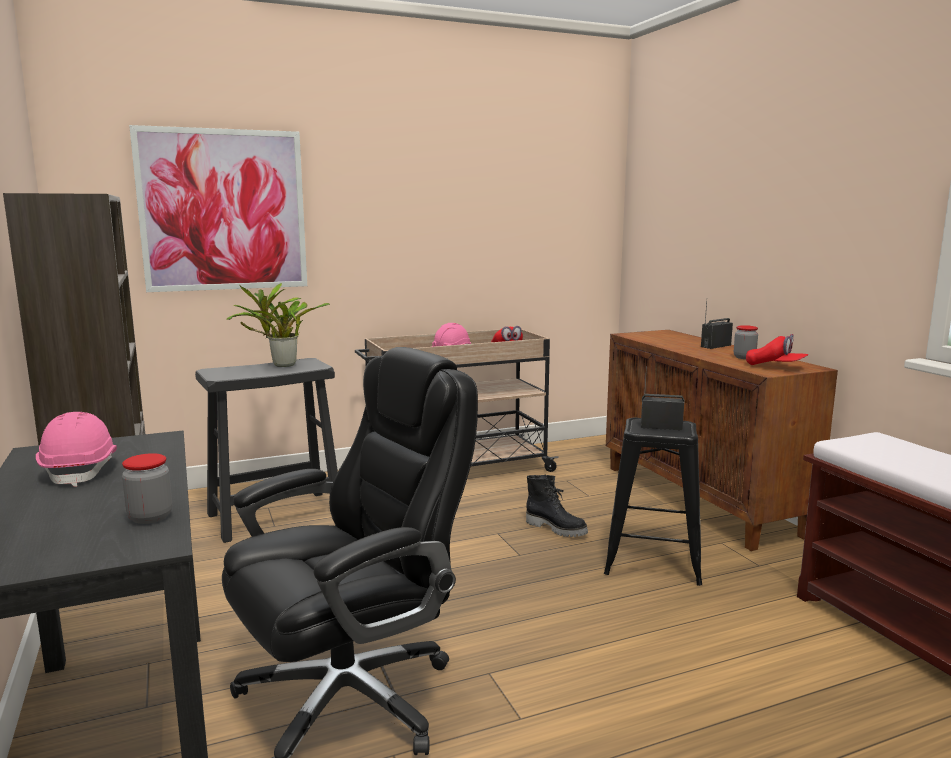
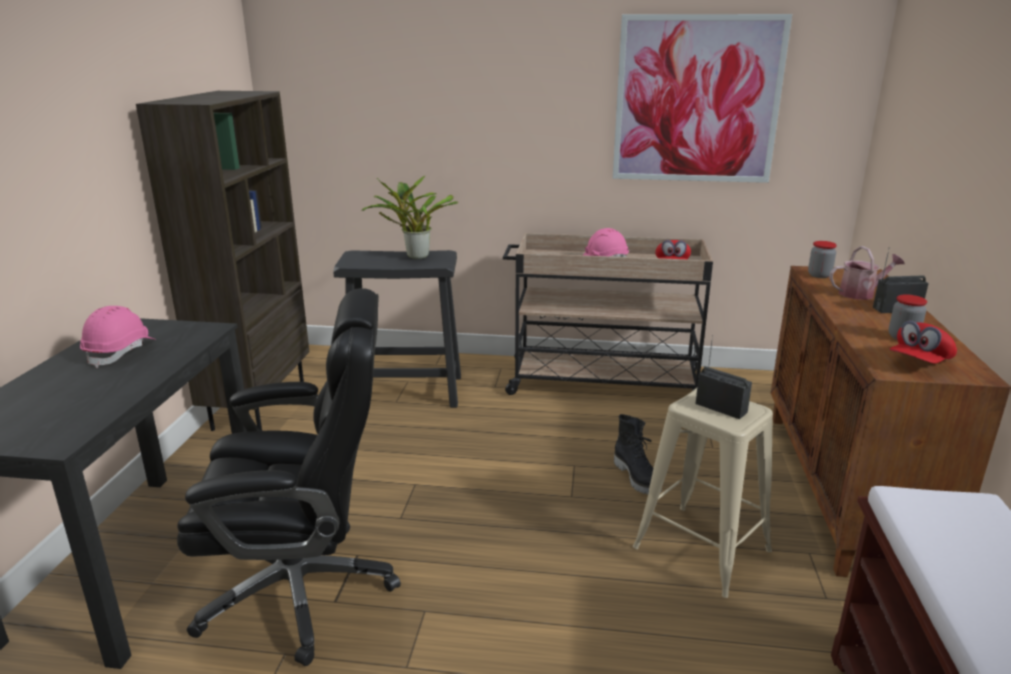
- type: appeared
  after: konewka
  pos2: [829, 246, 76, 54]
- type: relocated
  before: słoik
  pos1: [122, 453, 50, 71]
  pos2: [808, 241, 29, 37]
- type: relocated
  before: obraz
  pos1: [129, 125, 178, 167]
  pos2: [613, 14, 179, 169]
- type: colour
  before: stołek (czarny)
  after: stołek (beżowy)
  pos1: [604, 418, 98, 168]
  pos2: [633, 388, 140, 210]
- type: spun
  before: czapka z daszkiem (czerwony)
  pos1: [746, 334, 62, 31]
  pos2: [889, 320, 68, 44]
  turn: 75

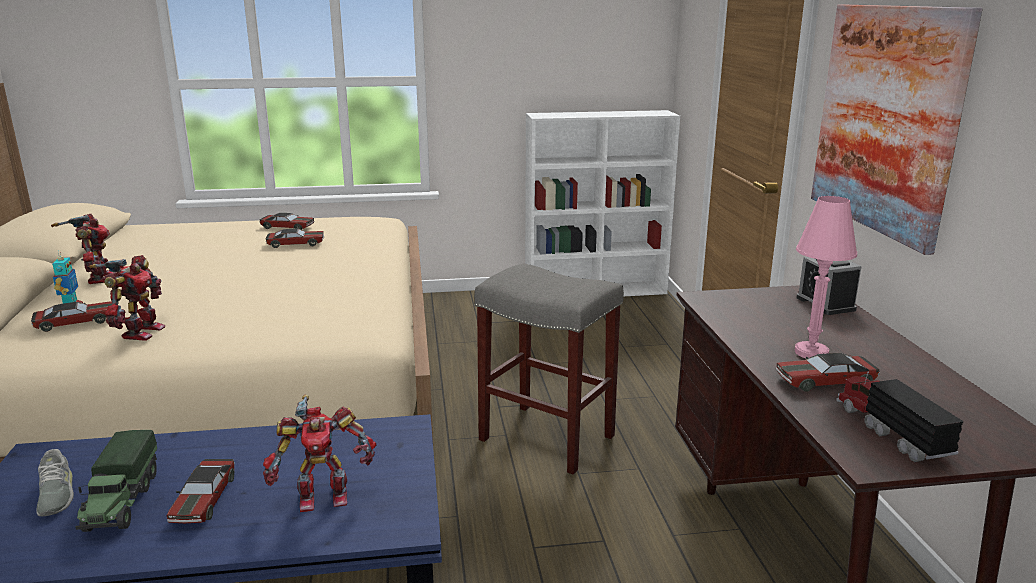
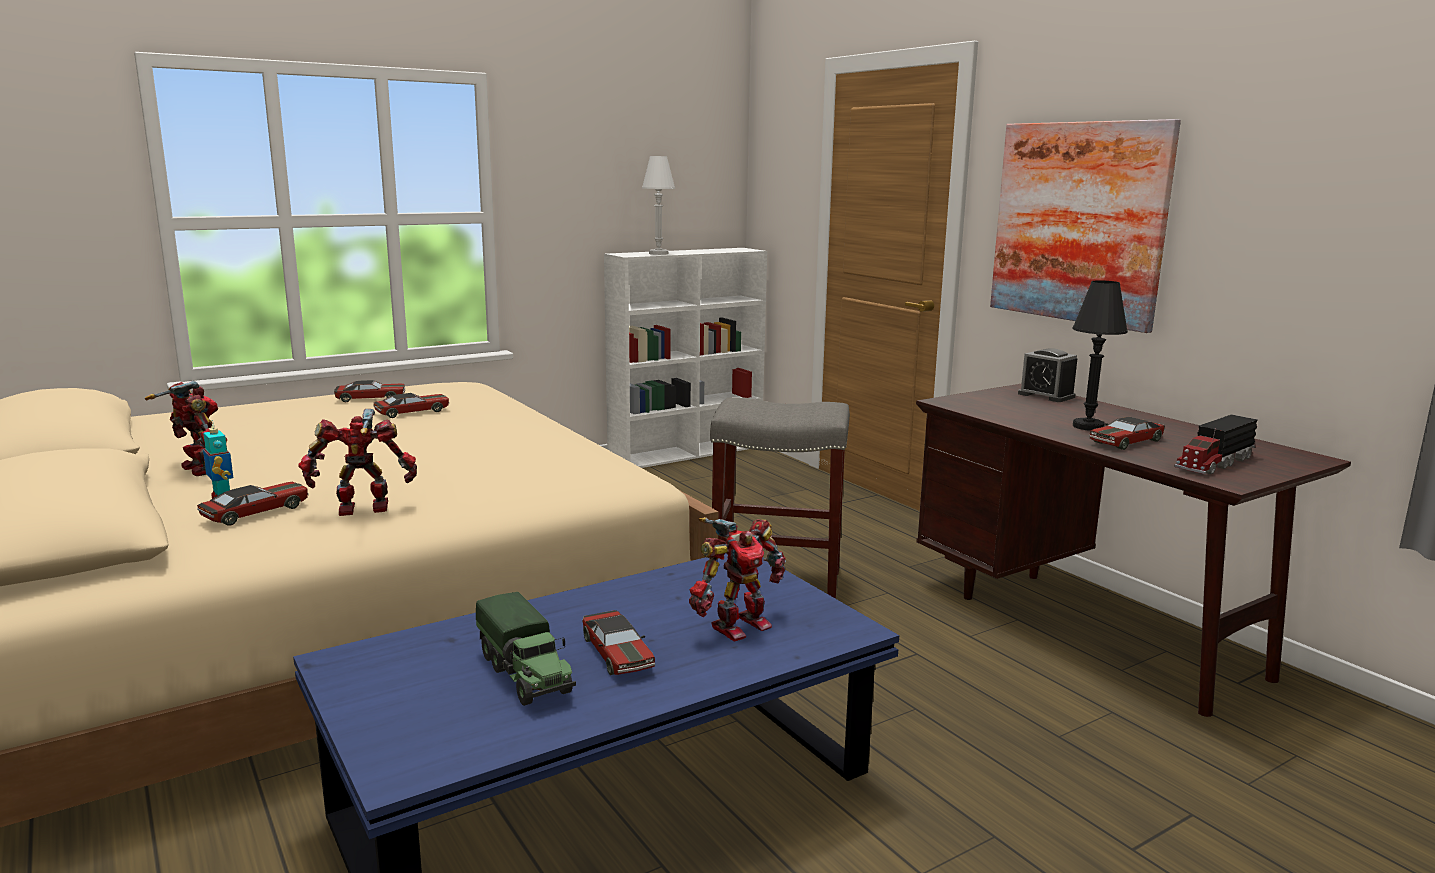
- type: missing
  before: but (szary)
  pos1: [36, 449, 38, 67]
- type: appeared
  after: lampa stołowa (biały)
  pos2: [642, 156, 33, 99]
- type: colour
  before: lampa stołowa (różowy)
  after: lampa stołowa (czarny)
  pos1: [794, 196, 63, 162]
  pos2: [1072, 280, 56, 151]
- type: spun
  before: robot zabawkowy
  pos1: [89, 255, 76, 86]
  pos2: [298, 409, 119, 107]
  turn: -90
- type: spun
  before: ciężarówka zabawkowa
  pos1: [836, 372, 128, 90]
  pos2: [1174, 414, 84, 60]
  turn: -90

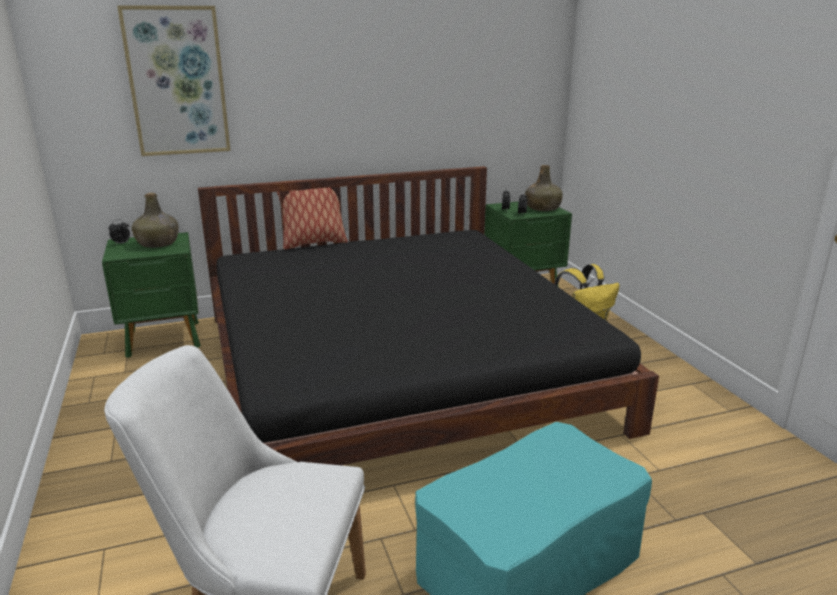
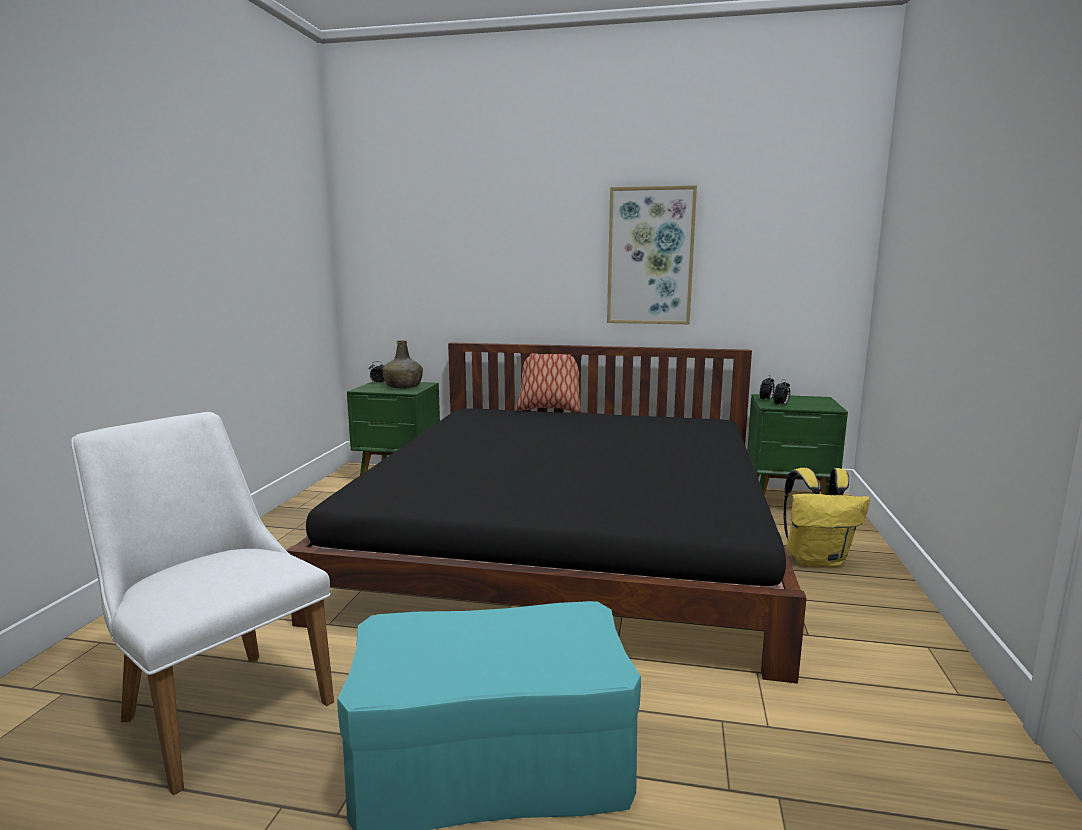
- type: missing
  before: butelka (zielony)
  pos1: [525, 165, 38, 46]
- type: relocated
  before: obraz
  pos1: [117, 5, 114, 151]
  pos2: [607, 185, 90, 139]

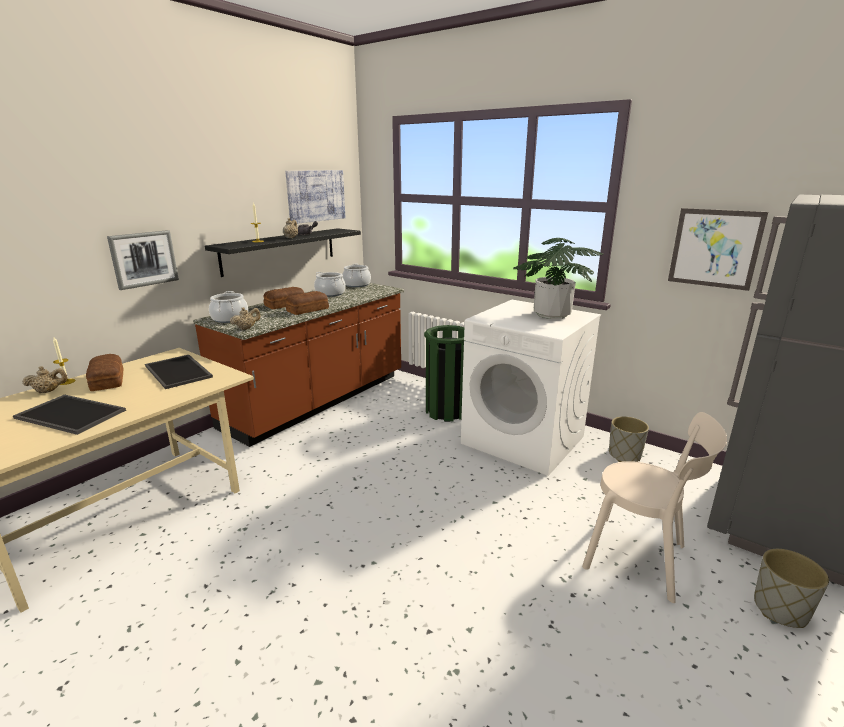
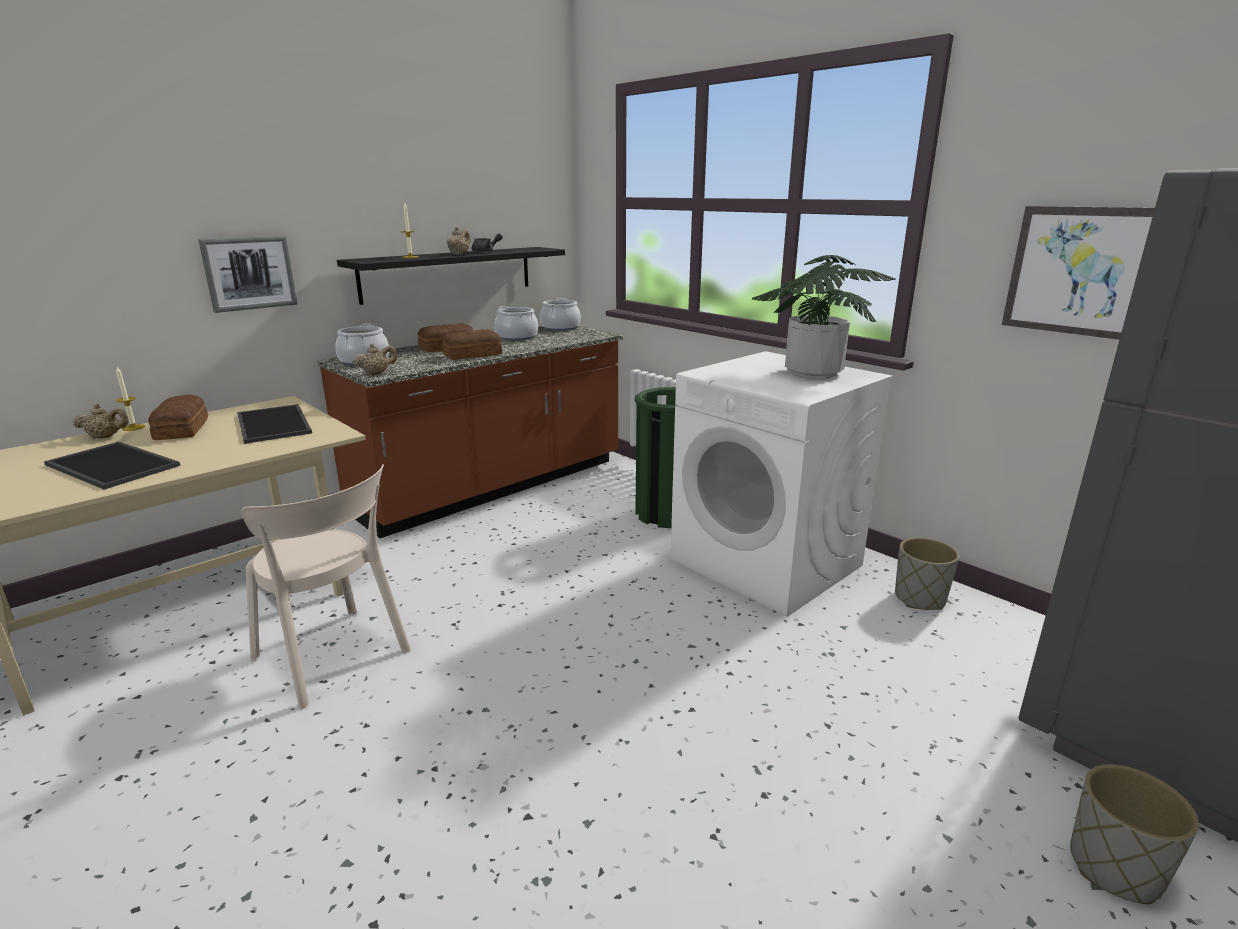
- type: missing
  before: obraz
  pos1: [285, 170, 61, 54]
- type: relocated
  before: krzesło (beżowy)
  pos1: [582, 412, 145, 191]
  pos2: [242, 464, 169, 245]

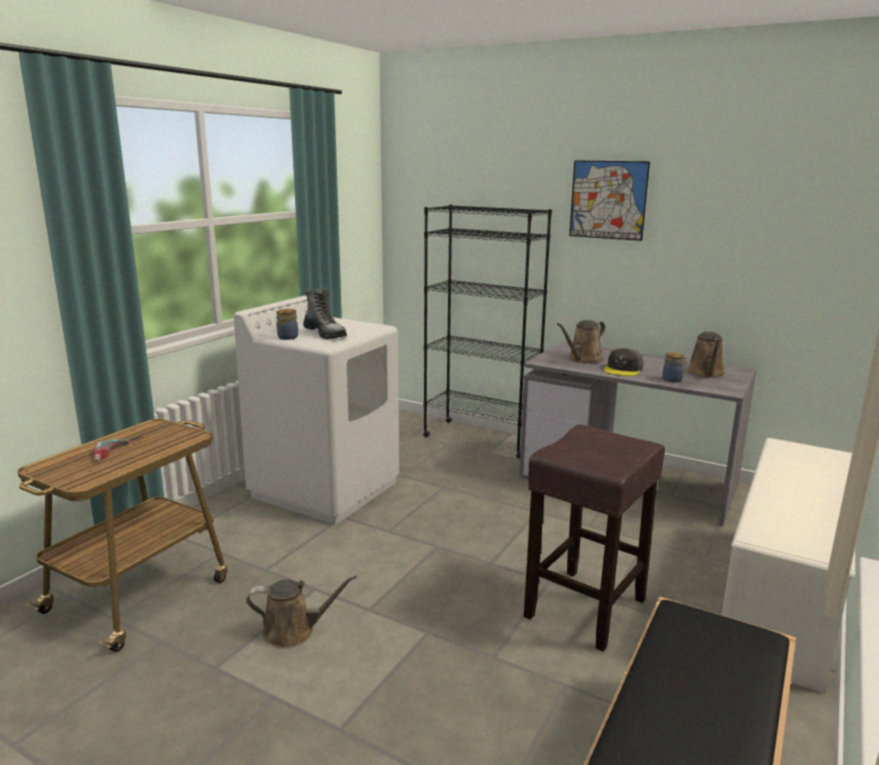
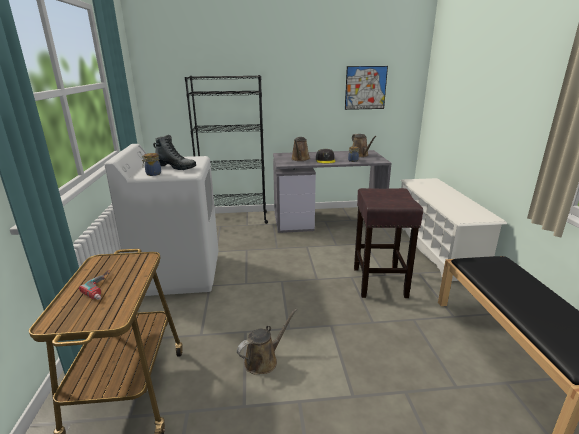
- type: relocated
  before: obraz
  pos1: [569, 160, 81, 81]
  pos2: [345, 66, 43, 44]

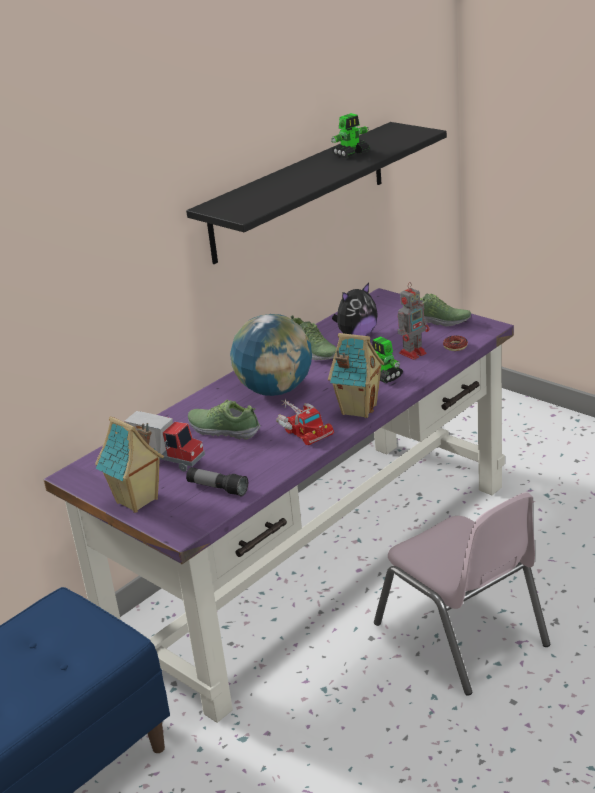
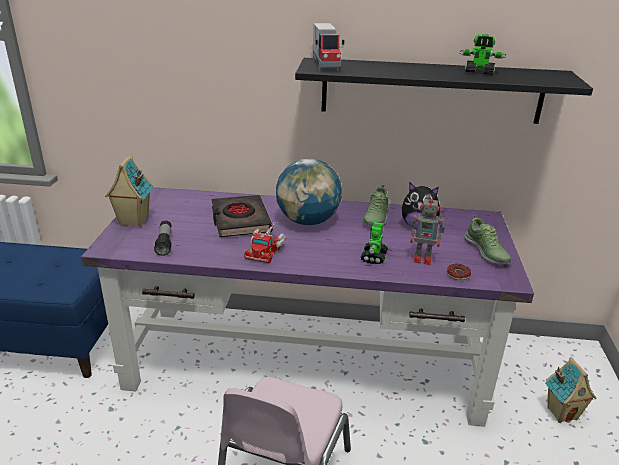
- type: relocated
  before: ciężarówka zabawkowa
  pos1: [124, 411, 81, 61]
  pos2: [313, 23, 31, 48]
- type: relocated
  before: domek
  pos1: [328, 333, 56, 85]
  pos2: [545, 357, 52, 66]
- type: exchanged
  before: but
  after: książka (czarny)
  pos1: [188, 400, 73, 40]
  pos2: [211, 195, 62, 42]

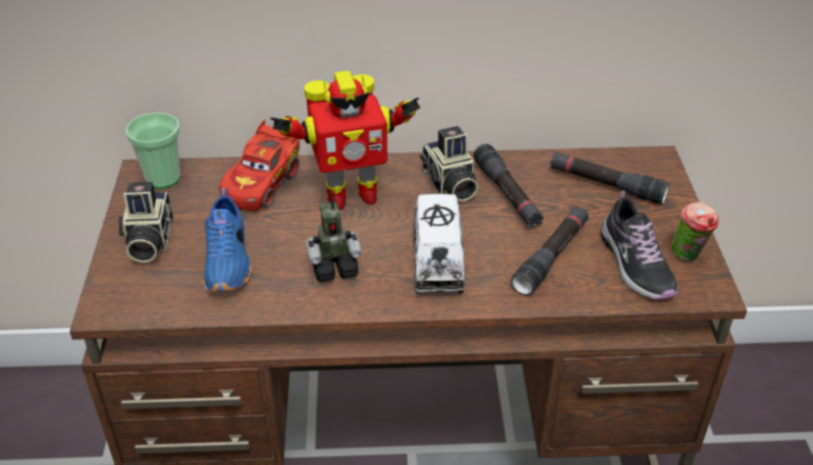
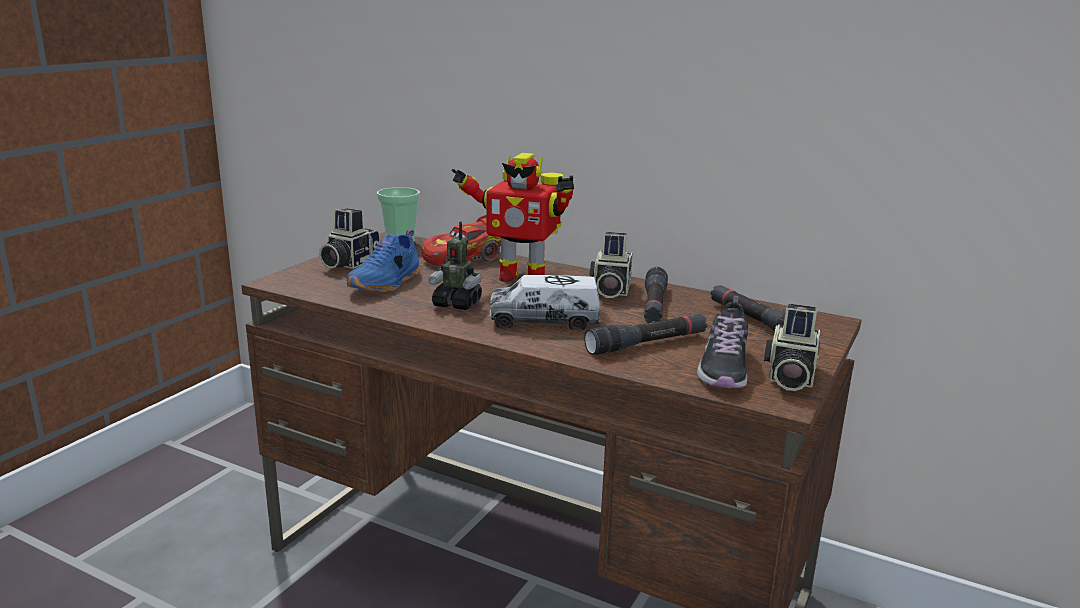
- type: exchanged
  before: filiżanka
  after: aparat fotograficzny
  pos1: [672, 202, 47, 59]
  pos2: [764, 304, 56, 87]
- type: spun
  before: ciężarówka zabawkowa
  pos1: [413, 194, 52, 100]
  pos2: [490, 275, 111, 55]
  turn: 60

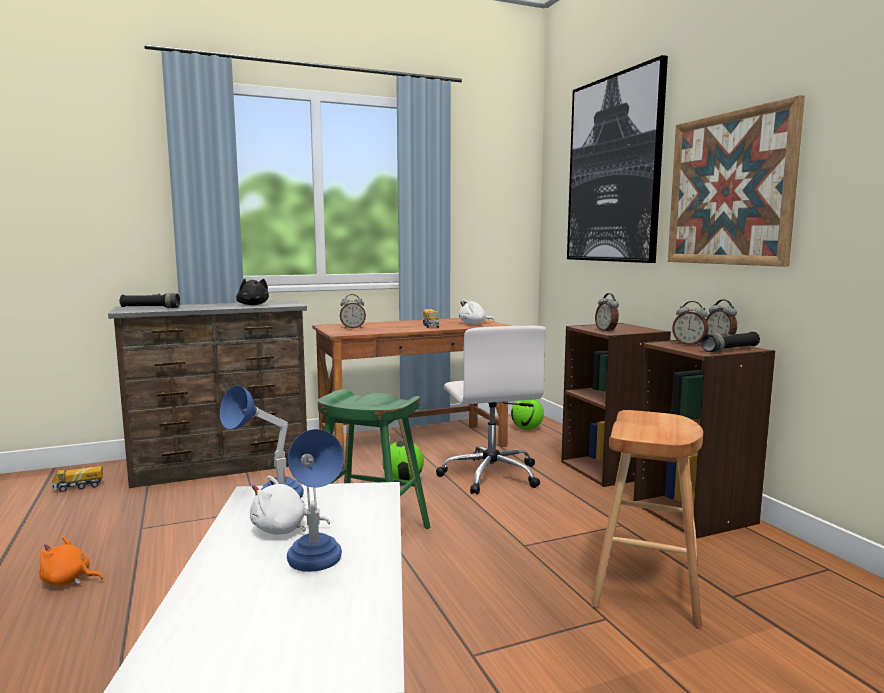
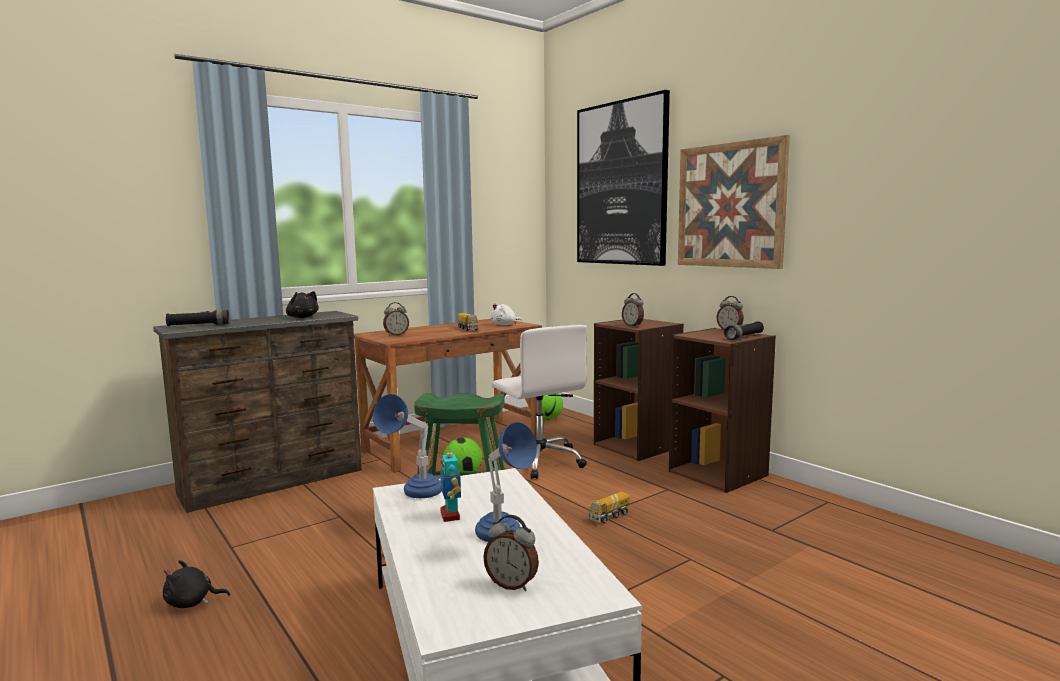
- type: missing
  before: stołek (brązowy)
  pos1: [591, 410, 112, 218]
- type: relocated
  before: ciężarówka zabawkowa
  pos1: [52, 466, 51, 26]
  pos2: [588, 492, 42, 31]
- type: relocated
  before: budzik
  pos1: [672, 301, 37, 45]
  pos2: [483, 515, 56, 76]
- type: exchanged
  before: pluszak (biały)
  after: robot zabawkowy
  pos1: [250, 476, 80, 59]
  pos2: [440, 446, 21, 76]
- type: colour
  before: pluszak (pomarańczowy)
  after: pluszak (czarny)
  pos1: [39, 537, 64, 49]
  pos2: [163, 560, 67, 48]

